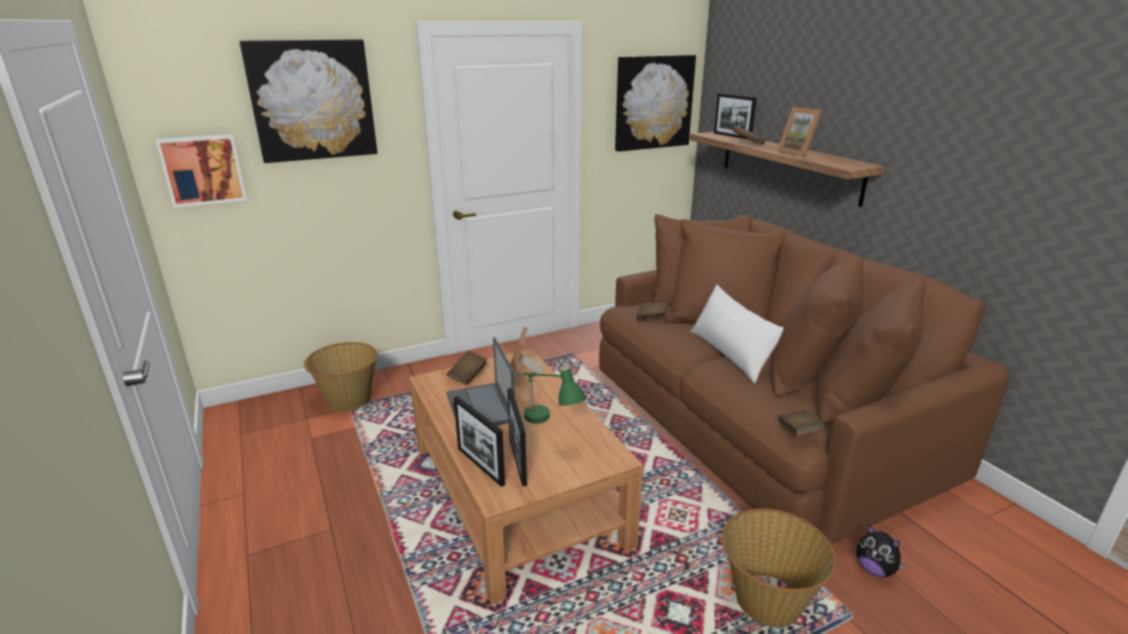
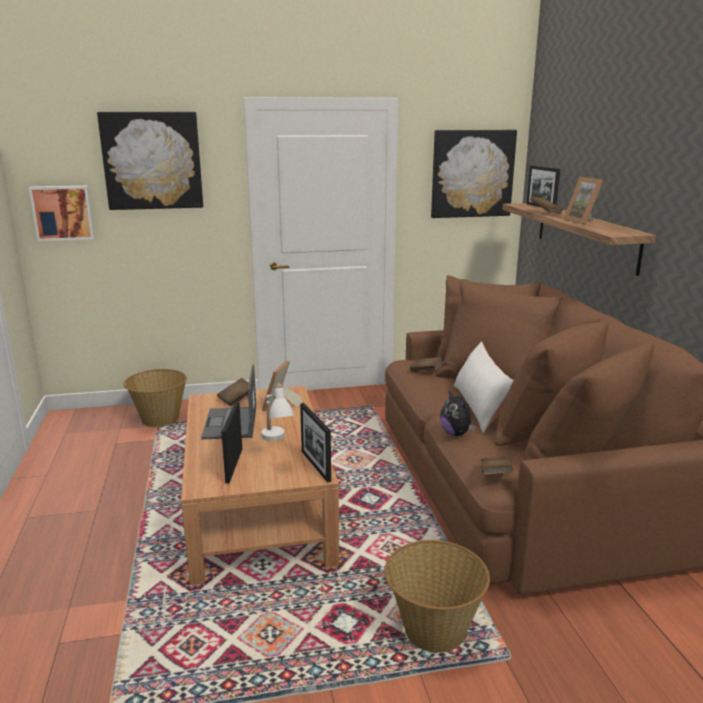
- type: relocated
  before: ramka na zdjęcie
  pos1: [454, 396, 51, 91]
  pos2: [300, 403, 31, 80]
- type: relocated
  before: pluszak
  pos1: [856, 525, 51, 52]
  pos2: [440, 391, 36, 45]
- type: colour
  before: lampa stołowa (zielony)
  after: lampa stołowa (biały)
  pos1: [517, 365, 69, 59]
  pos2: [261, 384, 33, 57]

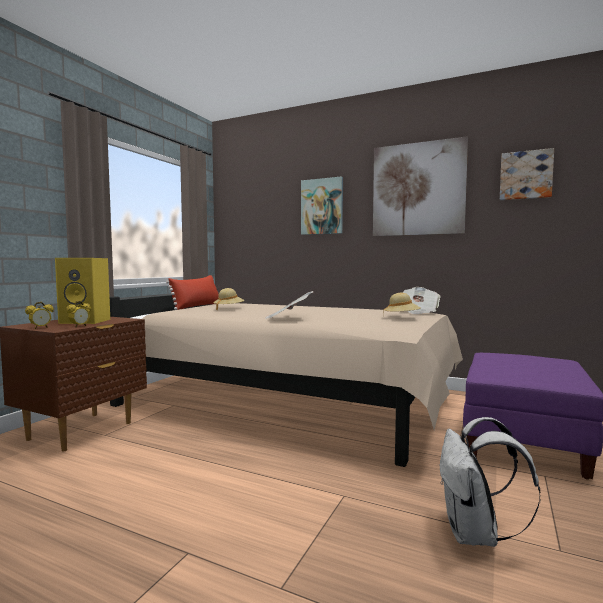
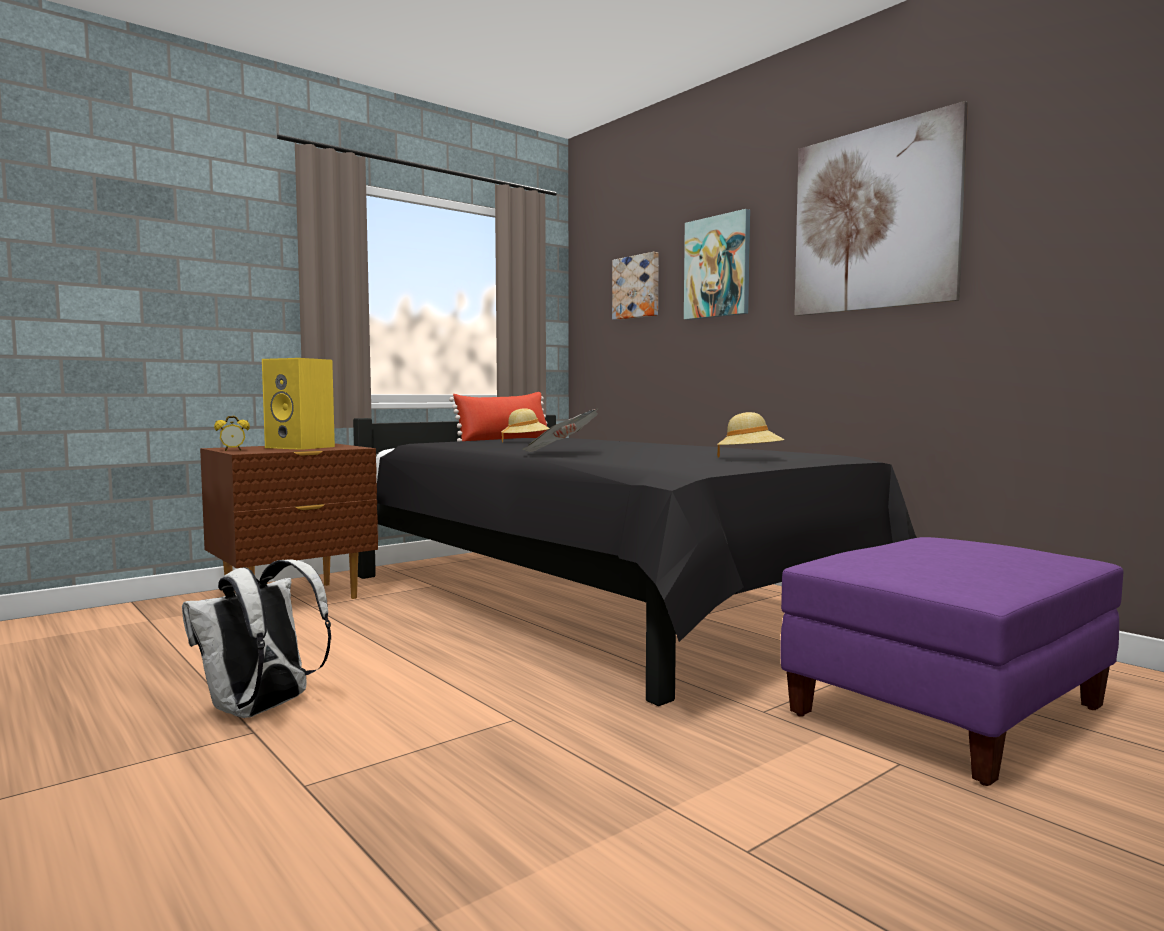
- type: missing
  before: budzik
  pos1: [66, 301, 25, 26]
- type: missing
  before: gazeta
  pos1: [403, 287, 38, 27]
- type: relocated
  before: plecak (biały)
  pos1: [440, 417, 101, 130]
  pos2: [182, 559, 149, 159]
- type: relocated
  before: obraz
  pos1: [500, 148, 54, 52]
  pos2: [612, 252, 47, 68]
- type: colour
  before: łóżko (beżowy)
  after: łóżko (czarny)
  pos1: [110, 295, 353, 172]
  pos2: [353, 415, 564, 291]

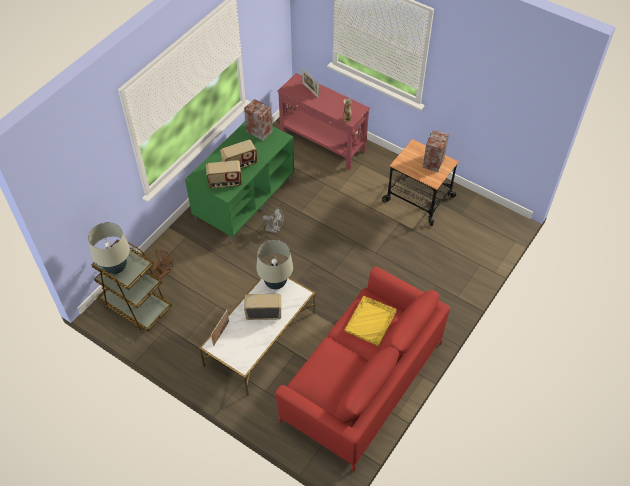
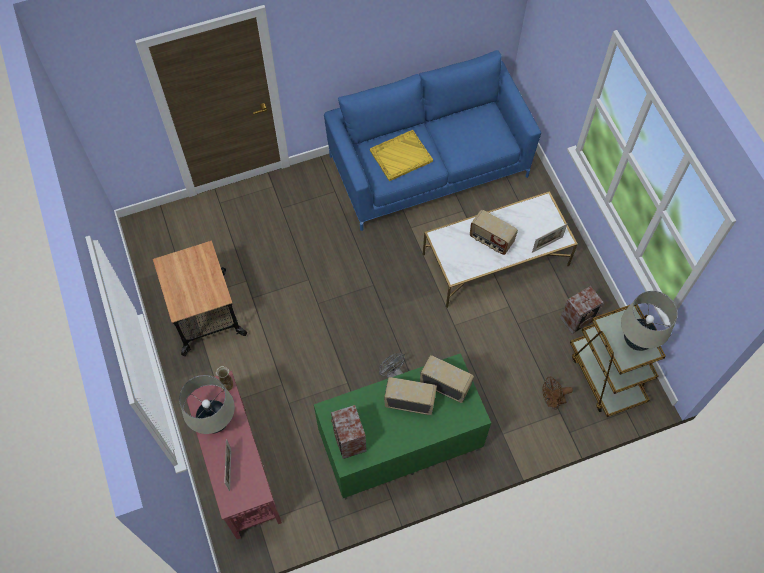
- type: relocated
  before: lampa stołowa (beżowy)
  pos1: [256, 240, 37, 49]
  pos2: [179, 375, 56, 59]
- type: relocated
  before: głośnik
  pos1: [423, 130, 26, 42]
  pos2: [560, 286, 44, 48]
- type: colour
  before: kanapa (czerwony)
  after: kanapa (niebieski)
  pos1: [275, 266, 175, 205]
  pos2: [324, 50, 217, 181]

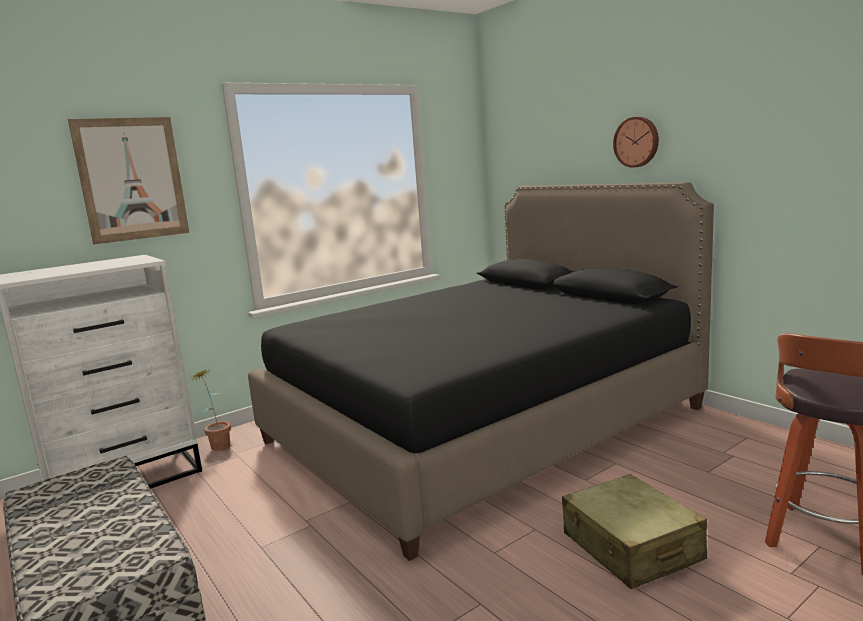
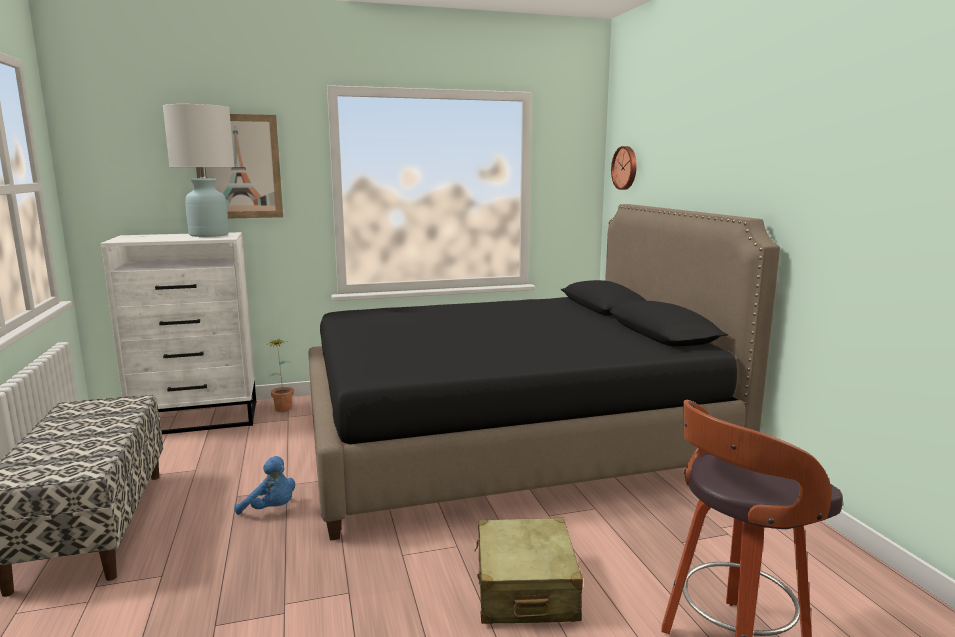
- type: appeared
  after: lampa stołowa (biały)
  pos2: [163, 104, 72, 133]
- type: appeared
  after: pluszak (niebieski)
  pos2: [234, 456, 61, 59]
- type: relocated
  before: zegar ścienny
  pos1: [613, 117, 46, 51]
  pos2: [611, 146, 26, 44]

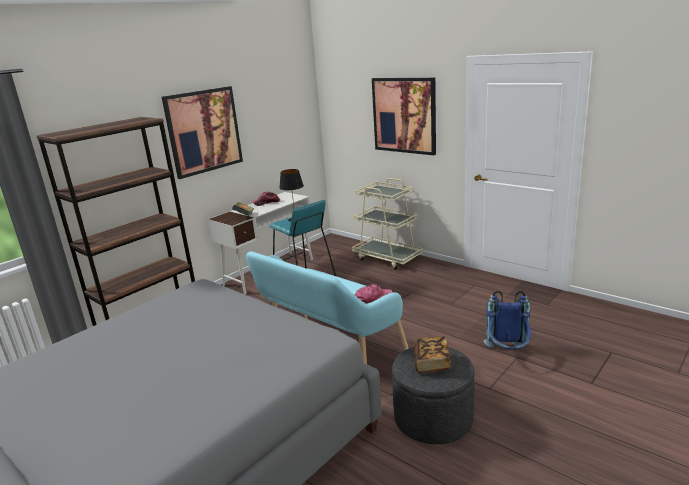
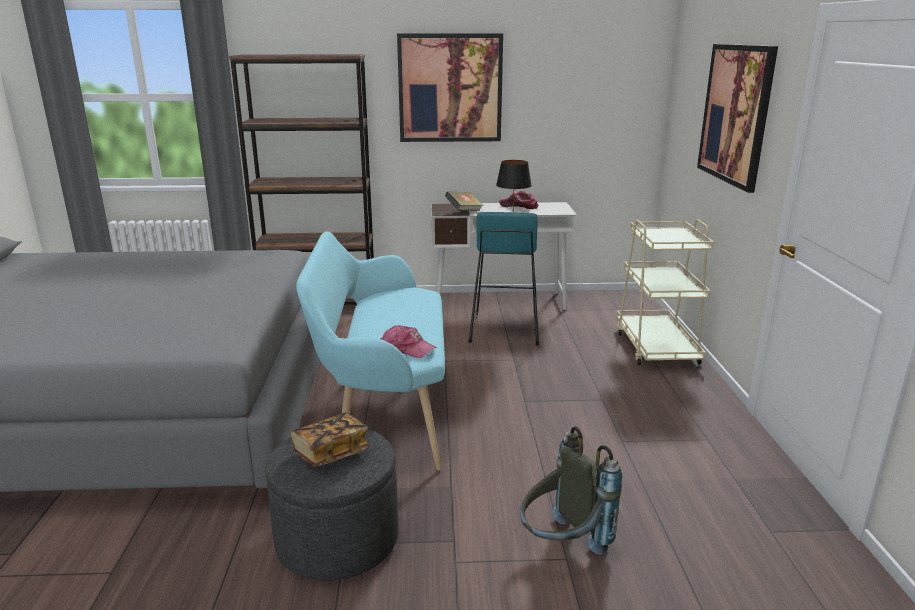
- type: colour
  before: plecak (niebieski)
  after: plecak (szary)
  pos1: [483, 291, 48, 59]
  pos2: [520, 426, 102, 129]

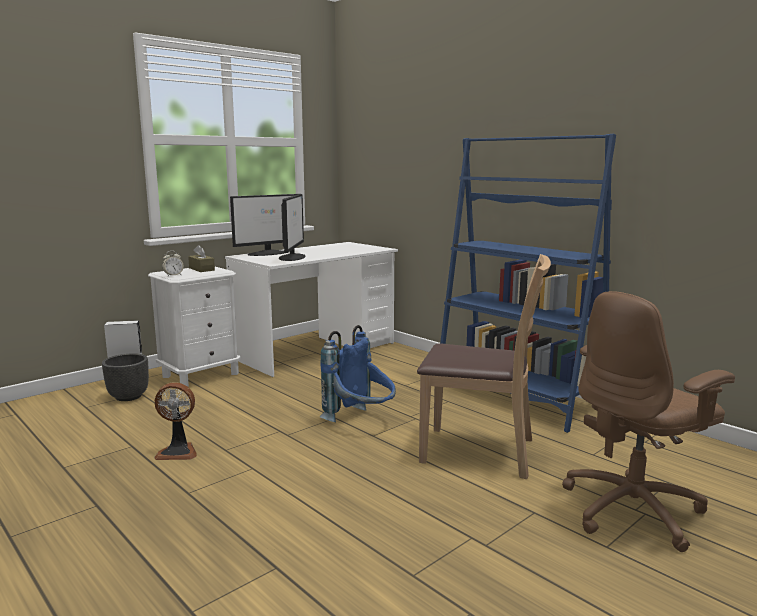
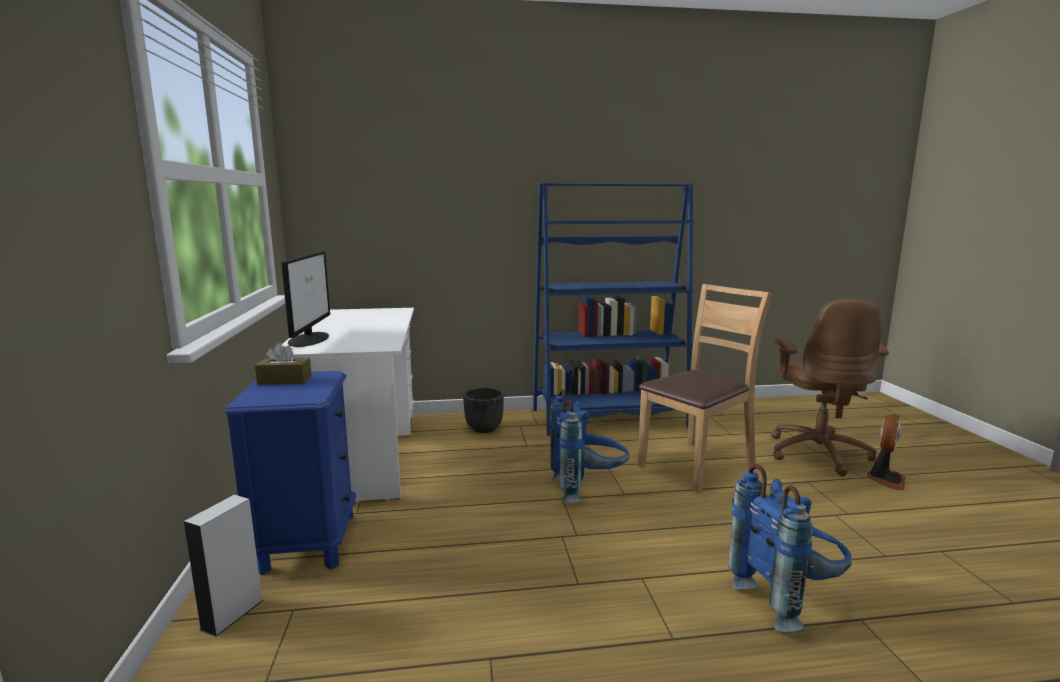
- type: missing
  before: budzik
  pos1: [162, 251, 22, 25]
- type: missing
  before: monitor
  pos1: [279, 194, 27, 67]
- type: appeared
  after: plecak (niebieski)
  pos2: [728, 464, 124, 168]
- type: relocated
  before: donica (czarny)
  pos1: [102, 353, 47, 48]
  pos2: [463, 387, 41, 46]
- type: relocated
  before: wentylator
  pos1: [154, 382, 43, 78]
  pos2: [867, 414, 38, 76]
- type: colour
  before: szafka nocna (biały)
  after: szafka nocna (niebieski)
  pos1: [148, 267, 93, 120]
  pos2: [225, 371, 131, 204]

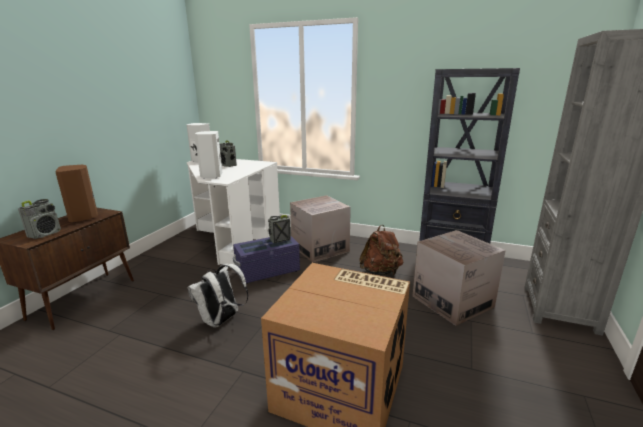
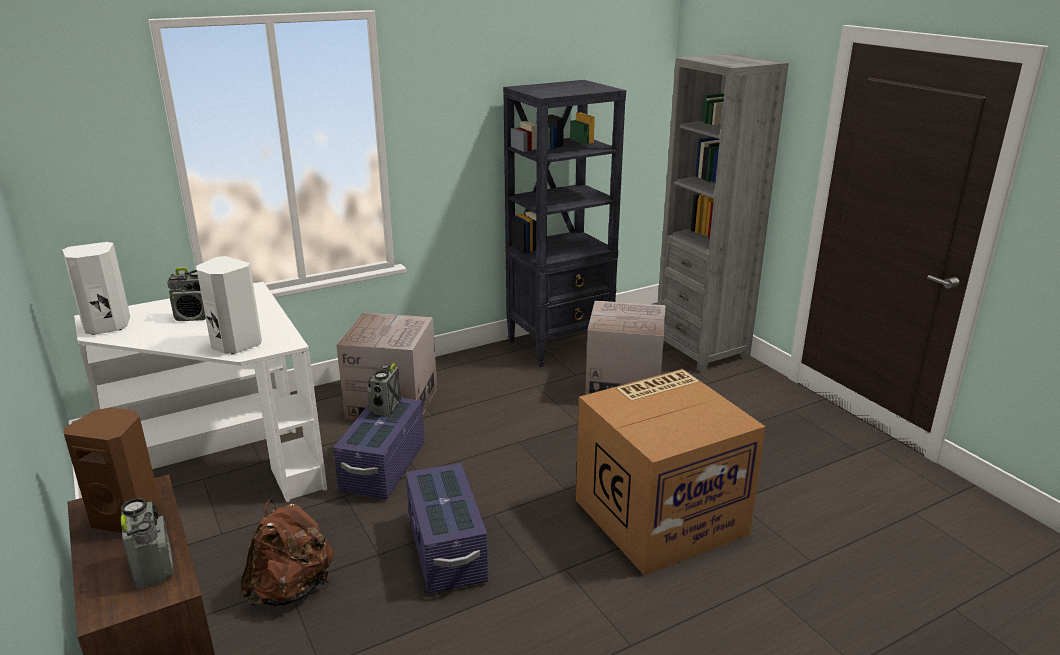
- type: relocated
  before: plecak (brązowy)
  pos1: [359, 225, 44, 51]
  pos2: [240, 499, 94, 108]
- type: exchanged
  before: plecak (biały)
  after: pojemnik do przechowywania (fioletowy)
  pos1: [188, 264, 61, 64]
  pos2: [406, 463, 82, 131]

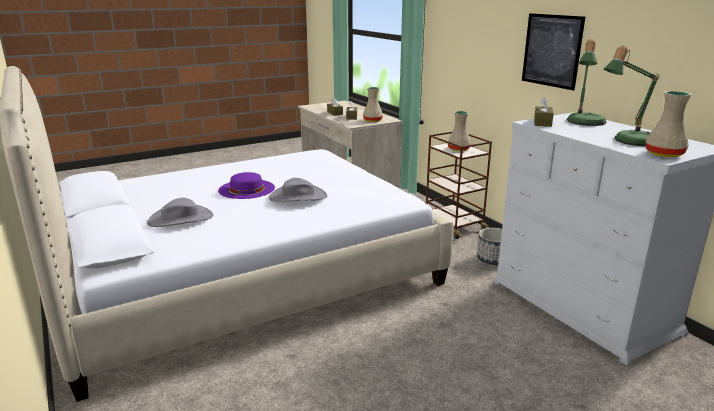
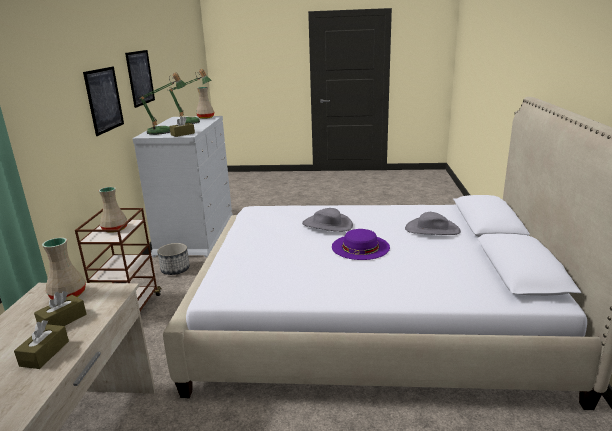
- type: appeared
  after: obraz
  pos2: [125, 50, 30, 58]

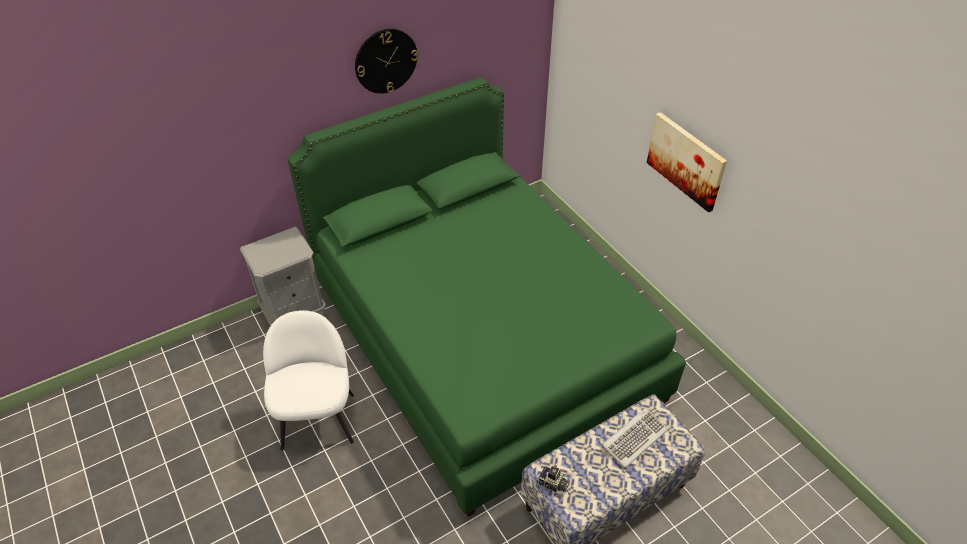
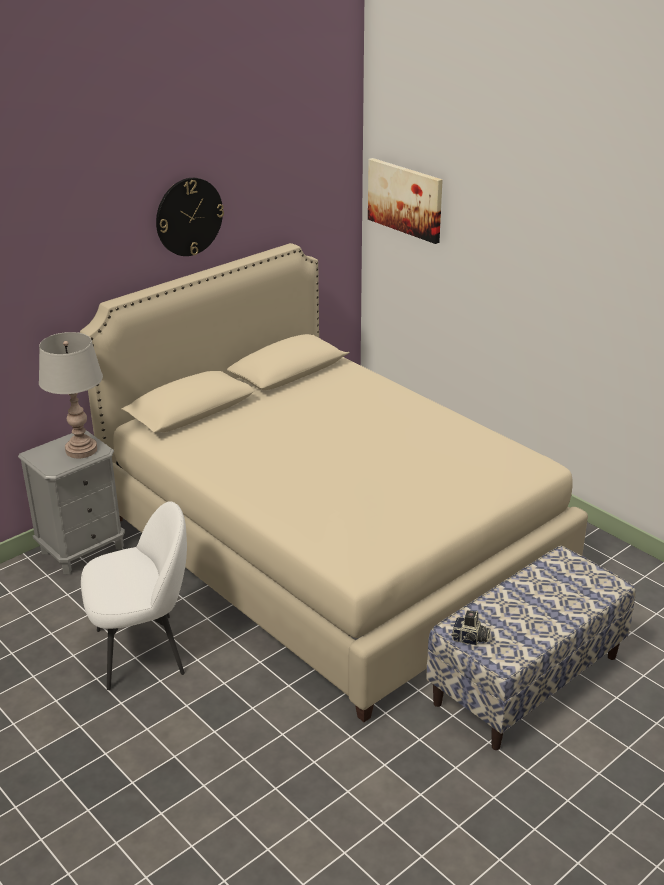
- type: missing
  before: klawiatura
  pos1: [602, 408, 66, 60]
- type: appeared
  after: lampa stołowa (szary)
  pos2: [39, 332, 64, 126]
- type: relocated
  before: obraz
  pos1: [647, 112, 80, 100]
  pos2: [368, 158, 75, 86]
- type: colour
  before: łóżko (zielony)
  after: łóżko (beżowy)
  pos1: [287, 77, 399, 440]
  pos2: [80, 243, 508, 479]
- type: spun
  before: krzesło (biały)
  pos1: [263, 310, 91, 141]
  pos2: [81, 501, 106, 189]
  turn: 90

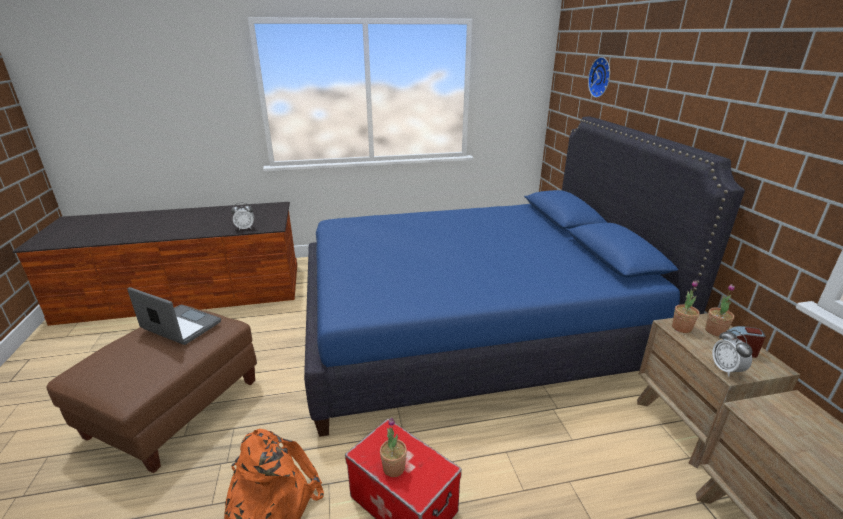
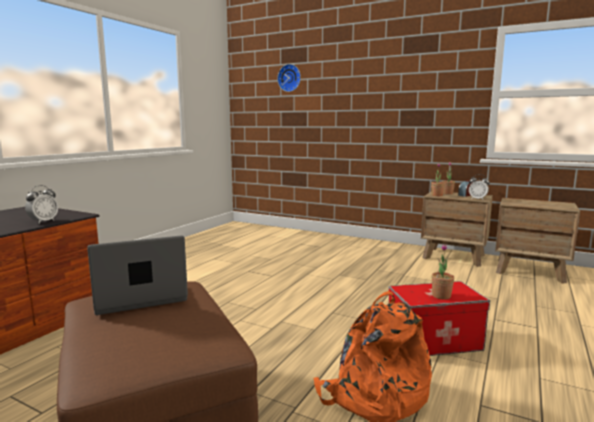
- type: missing
  before: łóżko (niebieski)
  pos1: [304, 117, 441, 320]

